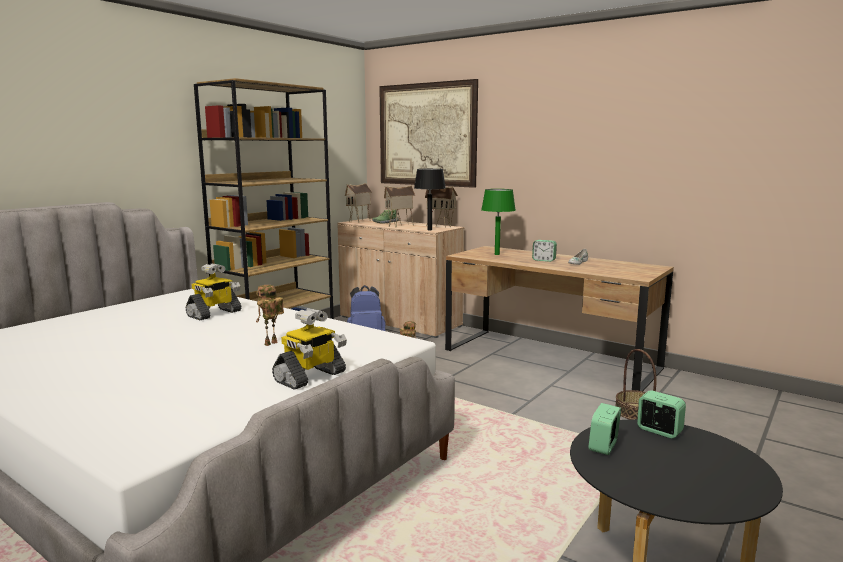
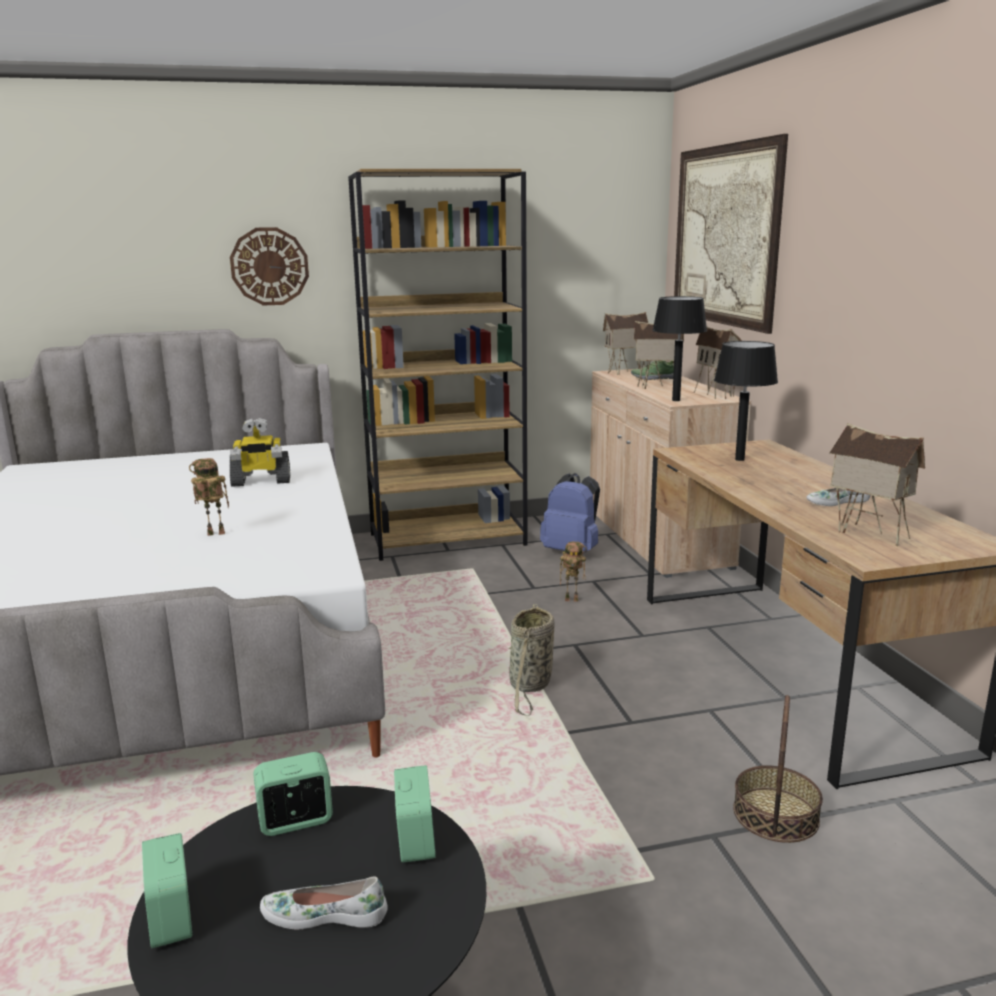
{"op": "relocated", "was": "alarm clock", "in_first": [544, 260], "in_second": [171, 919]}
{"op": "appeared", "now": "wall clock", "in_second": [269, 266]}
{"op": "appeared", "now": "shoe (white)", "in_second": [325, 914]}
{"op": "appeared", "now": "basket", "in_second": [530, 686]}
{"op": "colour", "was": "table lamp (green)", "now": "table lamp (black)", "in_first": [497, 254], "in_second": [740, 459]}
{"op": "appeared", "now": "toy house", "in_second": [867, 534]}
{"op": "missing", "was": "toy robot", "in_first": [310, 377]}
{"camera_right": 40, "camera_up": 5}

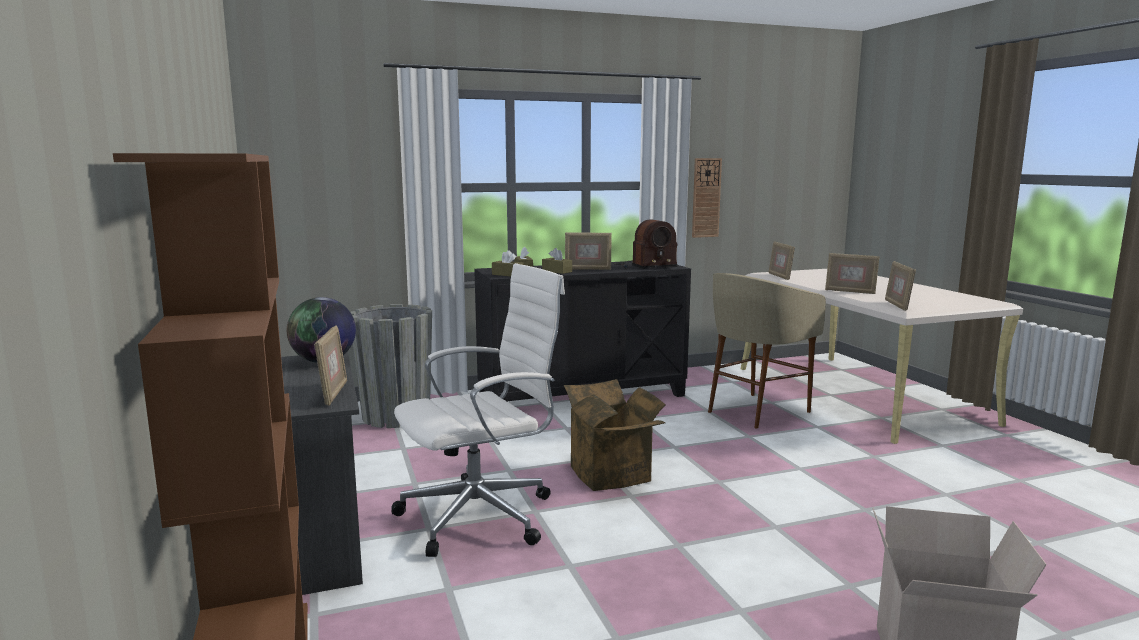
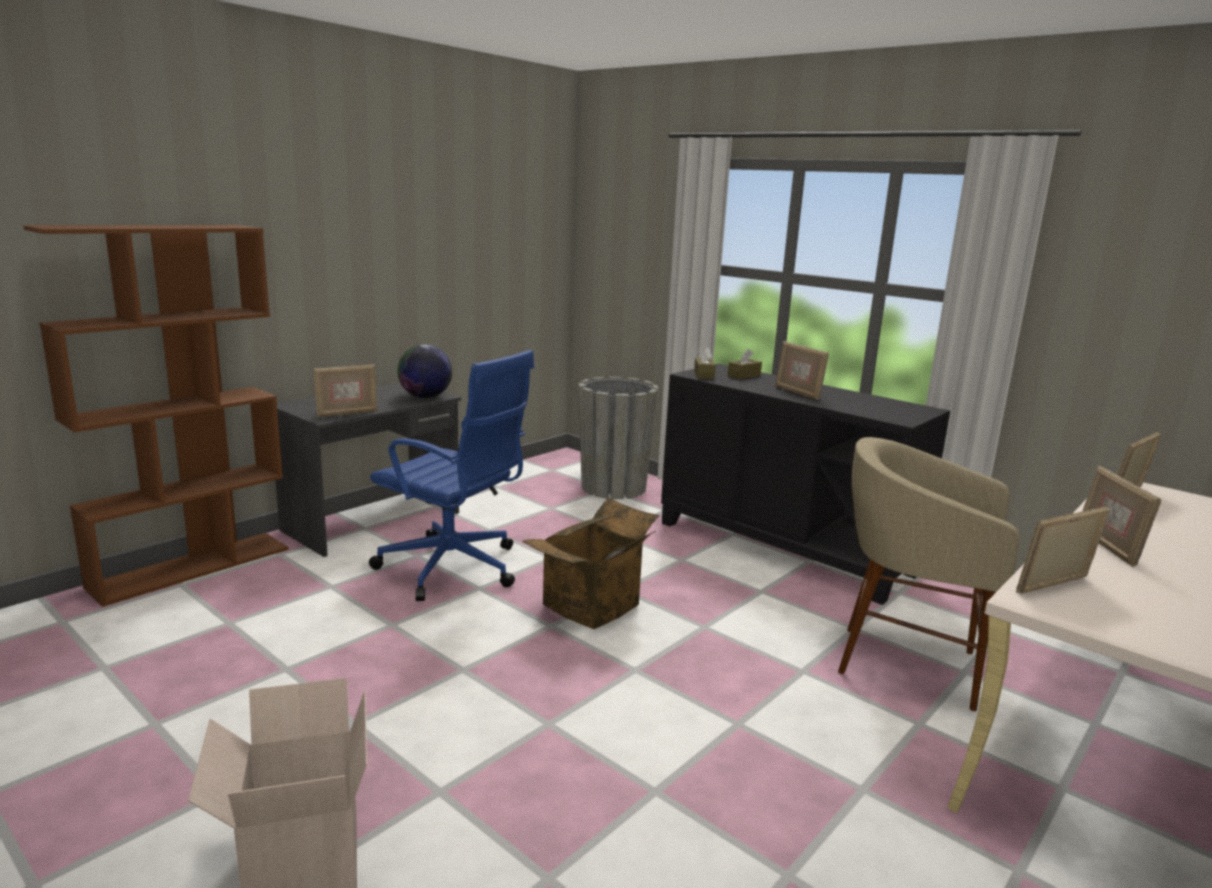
{"op": "colour", "was": "office chair (white)", "now": "office chair (blue)", "in_first": [482, 515], "in_second": [453, 569]}
{"op": "missing", "was": "tissue box (brown)", "in_first": [557, 271]}
{"op": "missing", "was": "radio", "in_first": [644, 266]}
{"op": "missing", "was": "wall clock", "in_first": [706, 198]}
{"camera_right": 60, "camera_up": 5}

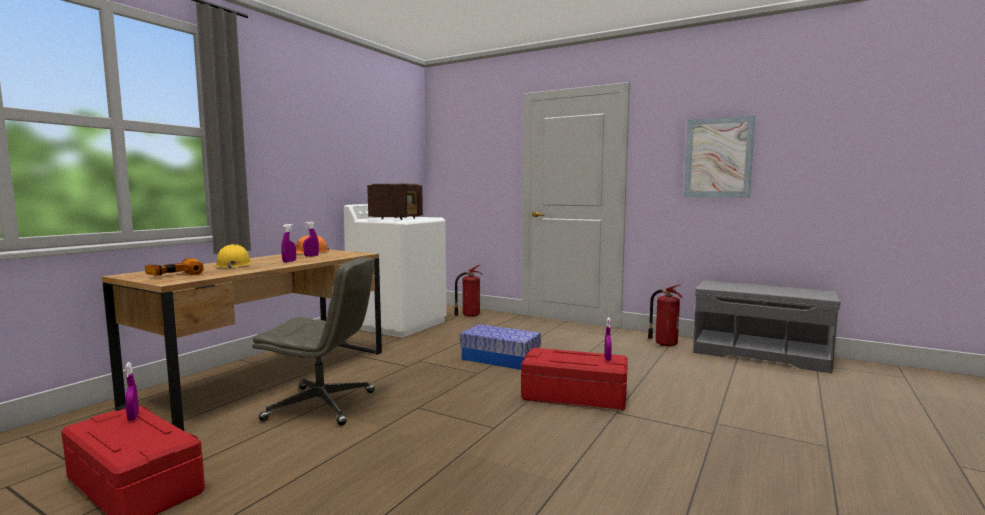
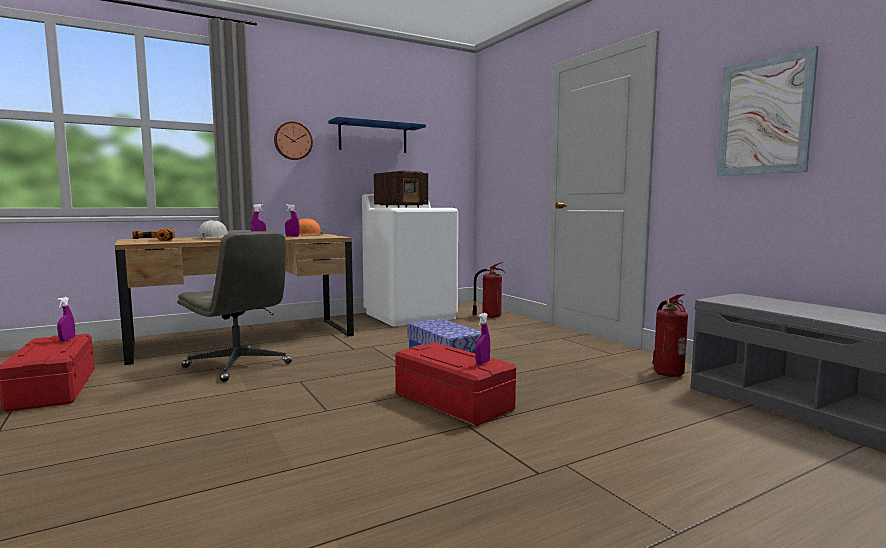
{"op": "colour", "was": "hard hat (yellow)", "now": "hard hat (white)", "in_first": [233, 265], "in_second": [214, 238]}
{"op": "appeared", "now": "wall clock", "in_second": [293, 141]}
{"op": "appeared", "now": "shelf (blue)", "in_second": [373, 137]}
{"camera_right": 30, "camera_up": 0}

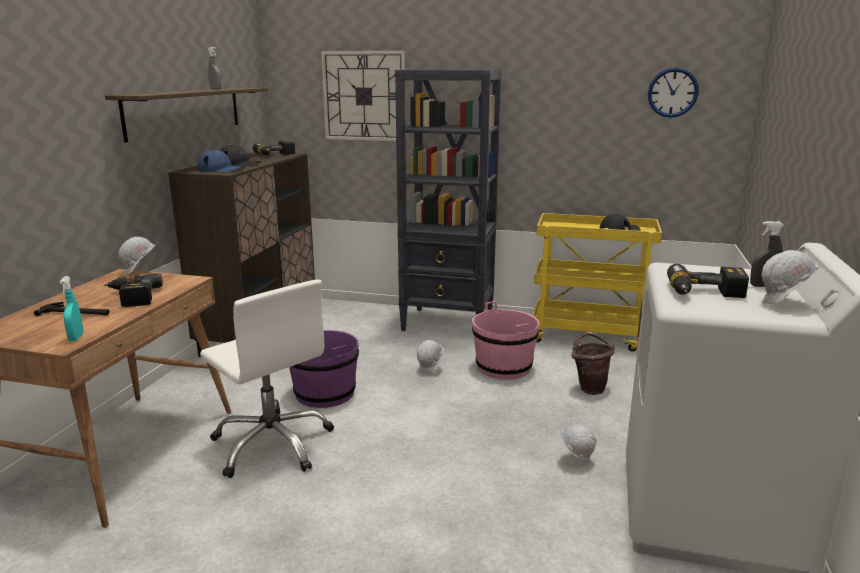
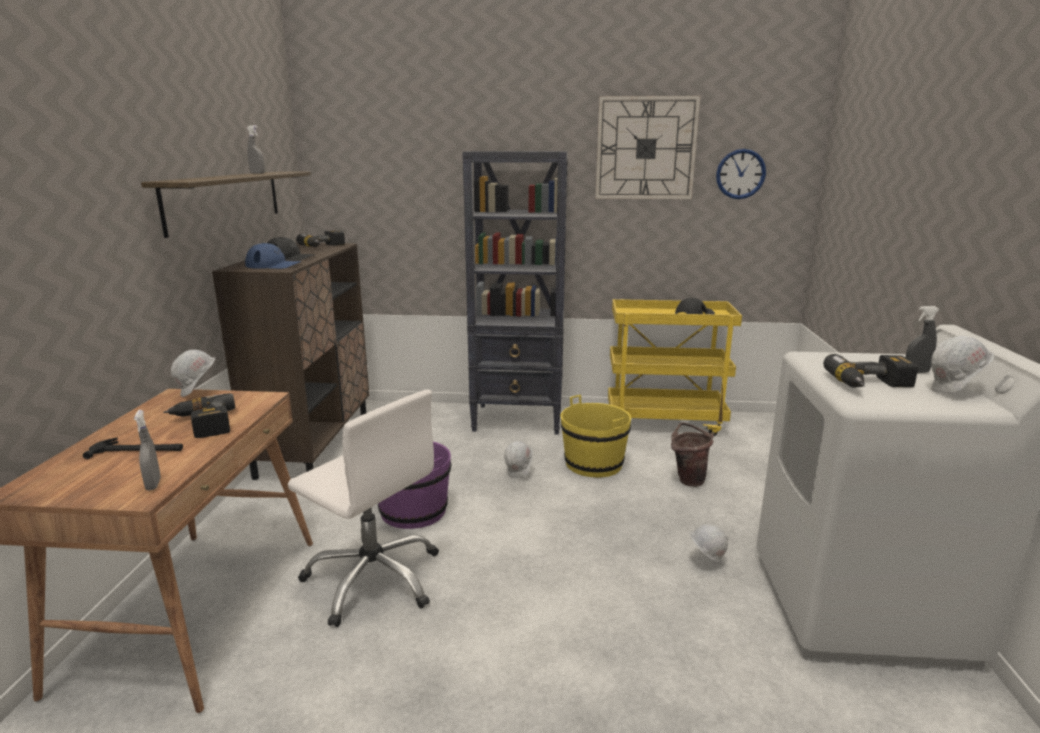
{"op": "colour", "was": "spray bottle (turquoise)", "now": "spray bottle (grey)", "in_first": [76, 337], "in_second": [153, 484]}
{"op": "colour", "was": "bucket (pink)", "now": "bucket (yellow)", "in_first": [503, 367], "in_second": [593, 464]}
{"op": "relocated", "was": "wall clock", "in_first": [364, 96], "in_second": [645, 148]}
{"camera_right": -10, "camera_up": 0}

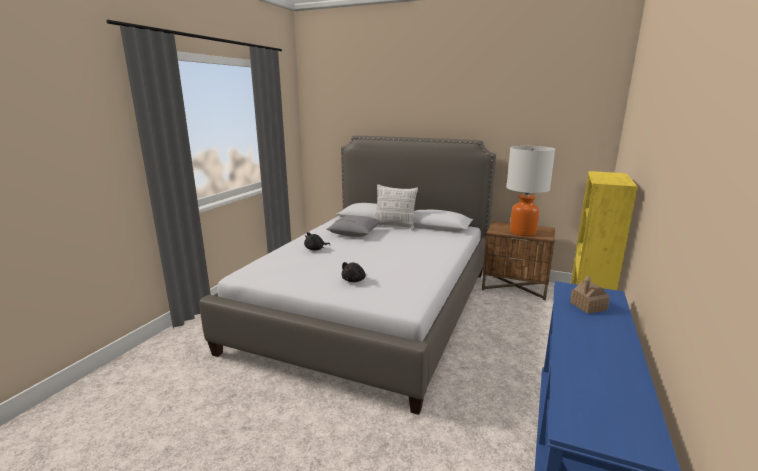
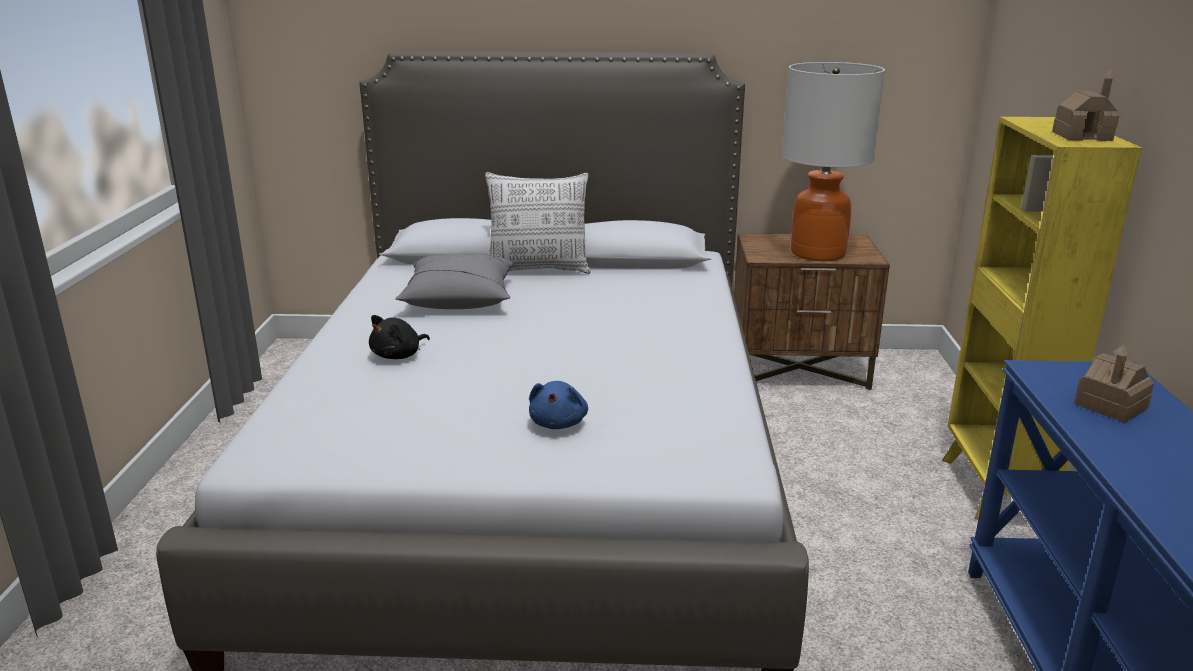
{"op": "colour", "was": "plush toy (black)", "now": "plush toy (blue)", "in_first": [354, 280], "in_second": [559, 423]}
{"op": "appeared", "now": "toy house", "in_second": [1082, 136]}
{"camera_right": -20, "camera_up": 5}

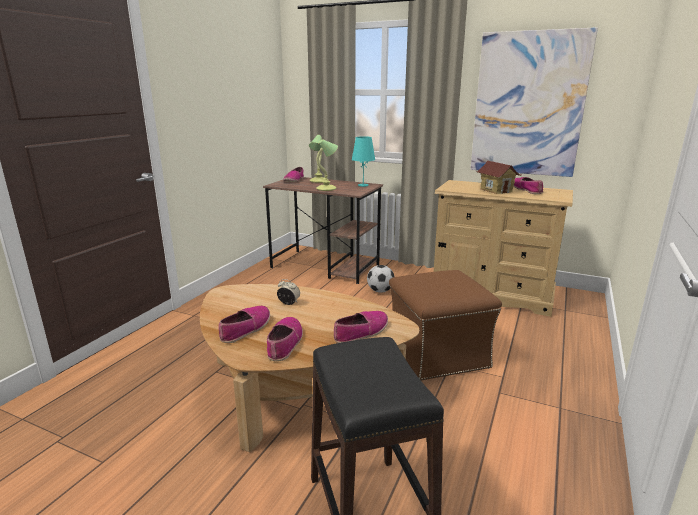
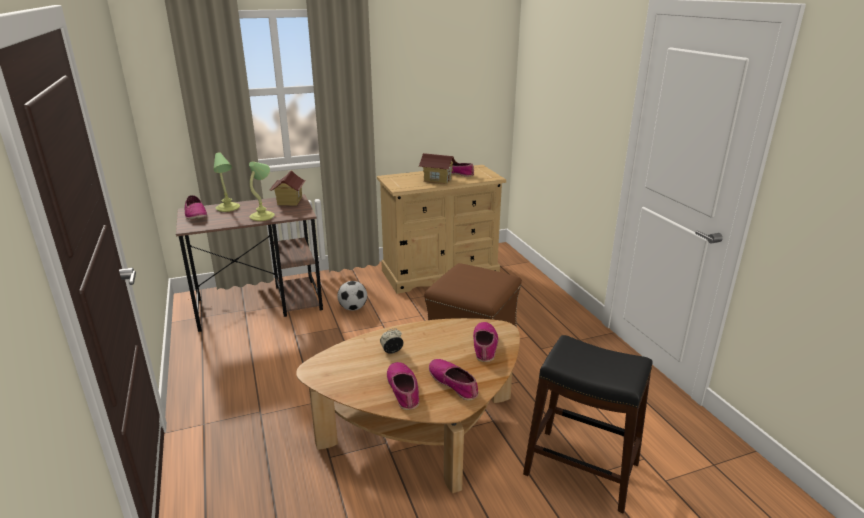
{"op": "exchanged", "was": "table lamp (turquoise)", "now": "toy house", "in_first": [363, 185], "in_second": [289, 201]}
{"op": "missing", "was": "picture", "in_first": [528, 105]}
{"camera_right": -45, "camera_up": 5}

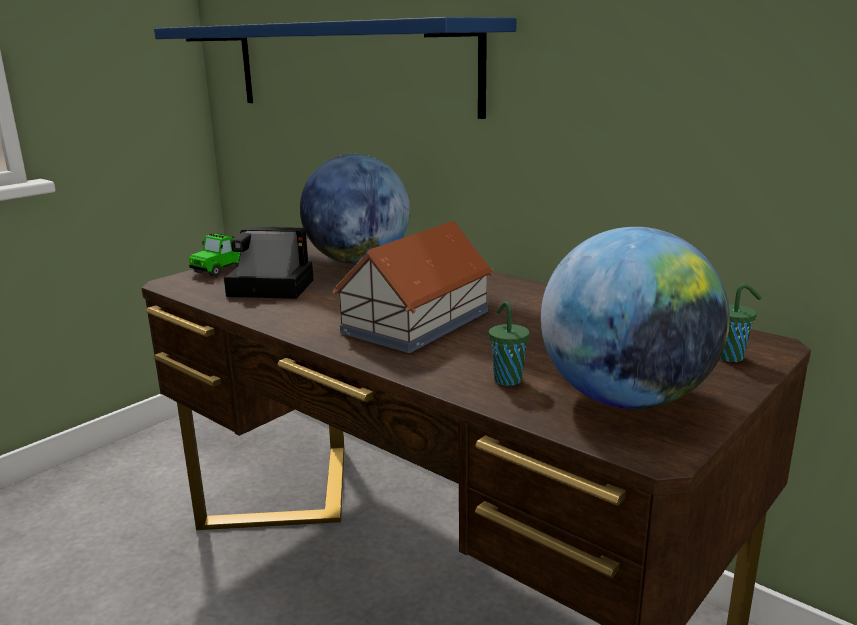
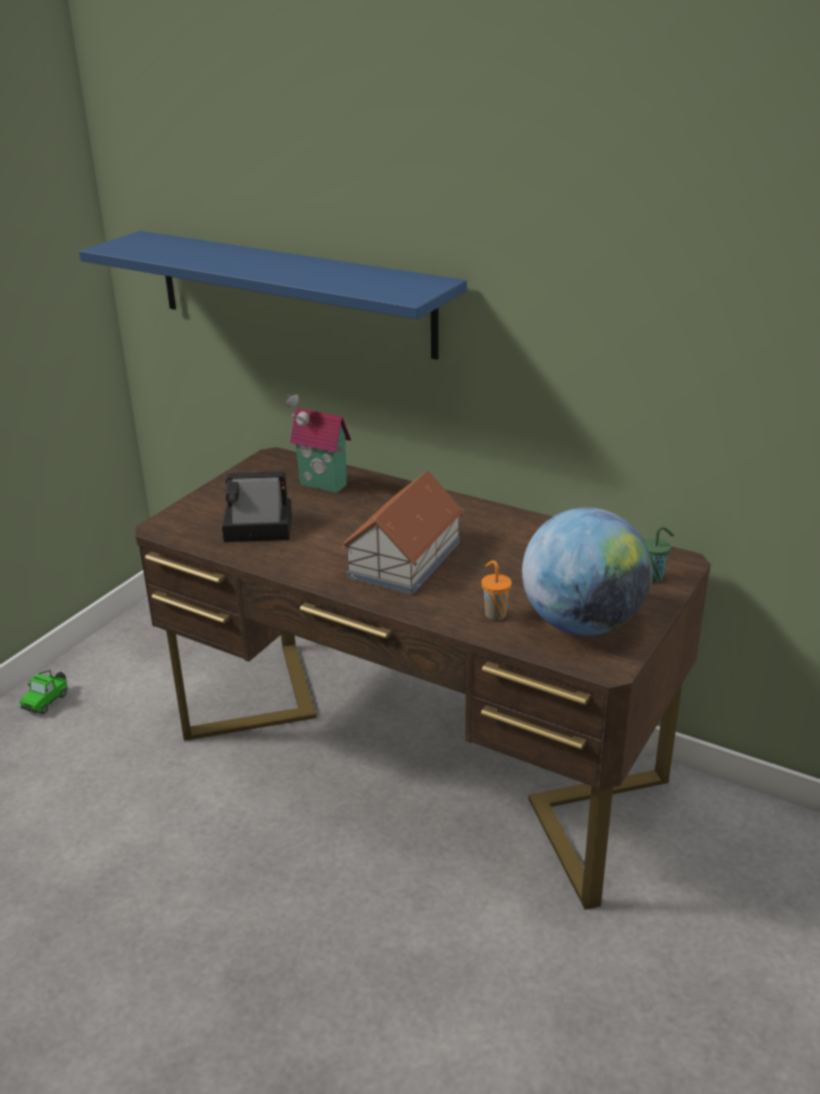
{"op": "relocated", "was": "toy car", "in_first": [223, 269], "in_second": [47, 701]}
{"op": "exchanged", "was": "globe", "now": "toy house", "in_first": [357, 262], "in_second": [321, 486]}
{"op": "colour", "was": "cup (green)", "now": "cup (orange)", "in_first": [507, 379], "in_second": [494, 614]}
{"camera_right": -10, "camera_up": 10}

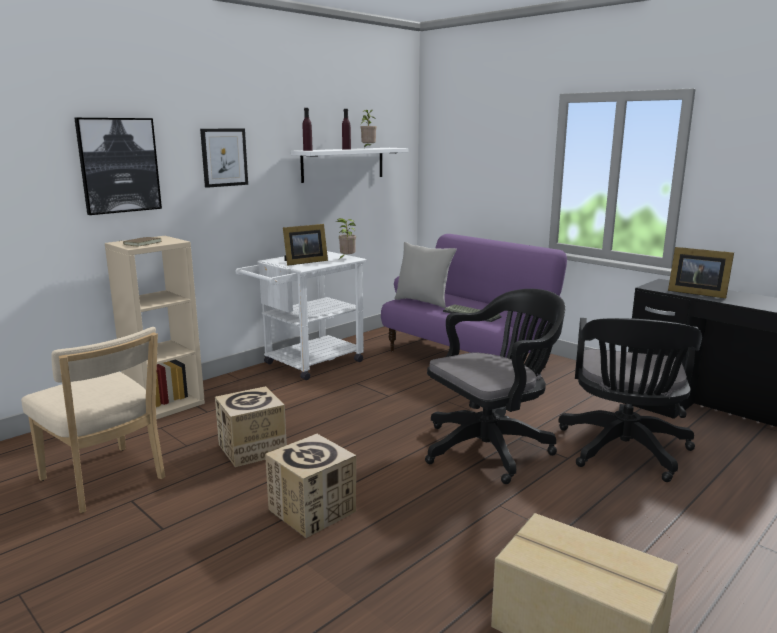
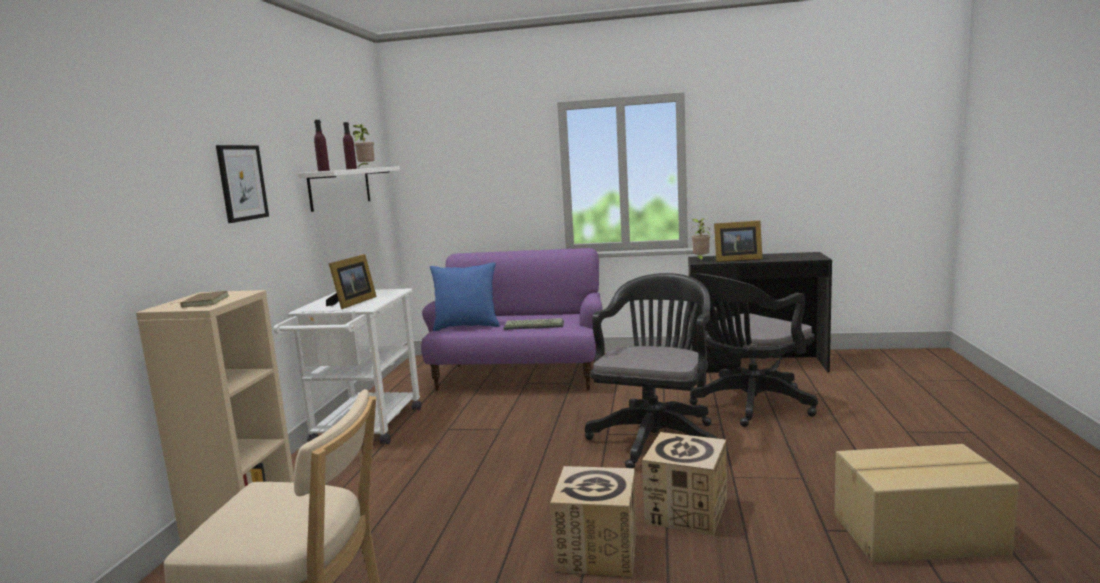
{"op": "colour", "was": "pillow (grey)", "now": "pillow (blue)", "in_first": [423, 301], "in_second": [467, 326]}
{"op": "relocated", "was": "cardboard box", "in_first": [252, 449], "in_second": [686, 512]}
{"op": "spun", "was": "office chair (black)", "in_first": [624, 452], "in_second": [748, 405], "clockwise": 75}
{"op": "relocated", "was": "potted plant", "in_first": [346, 259], "in_second": [701, 260]}
{"op": "missing", "was": "picture", "in_first": [119, 165]}
{"camera_right": -35, "camera_up": -5}

